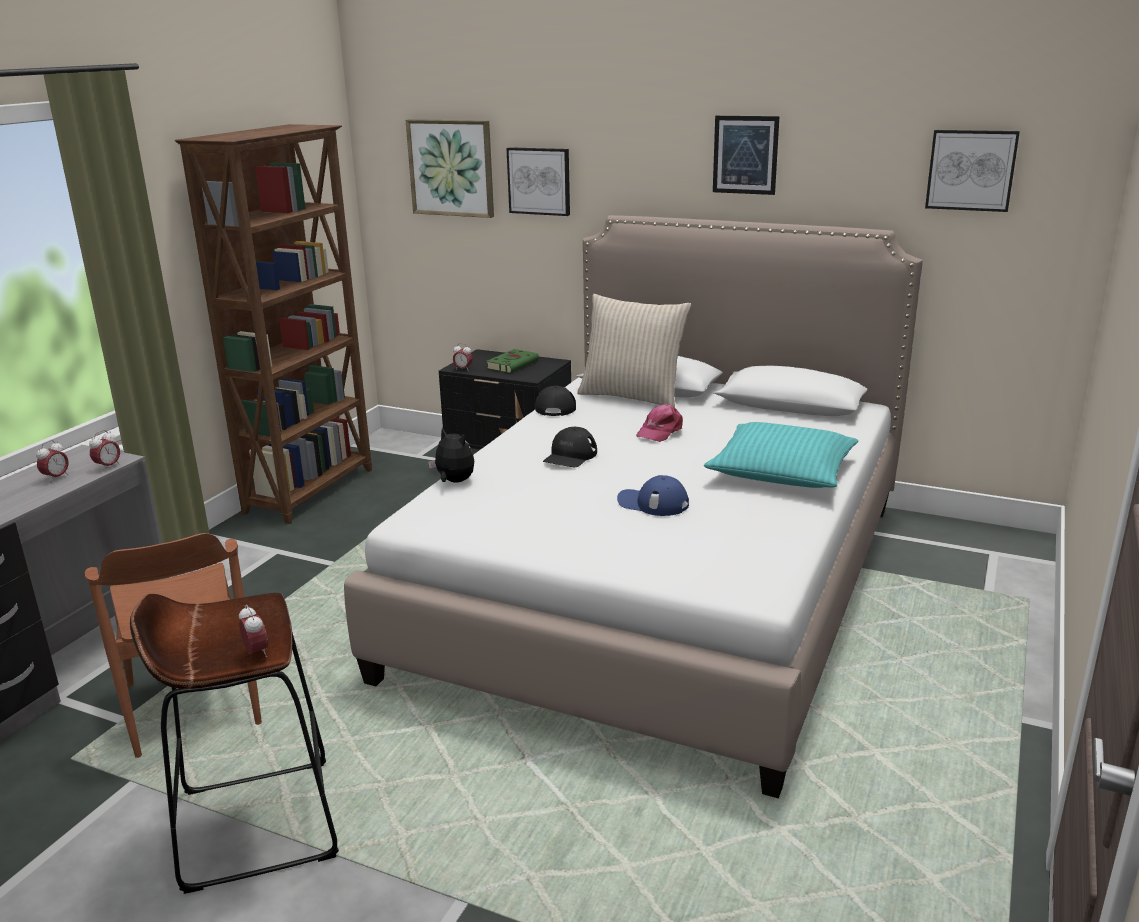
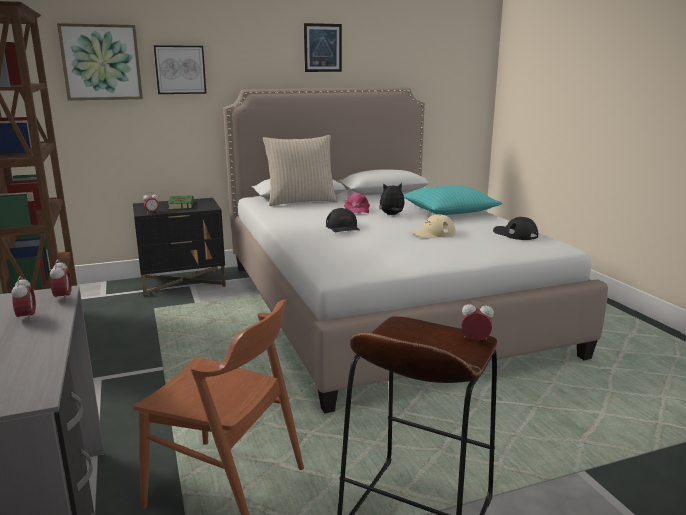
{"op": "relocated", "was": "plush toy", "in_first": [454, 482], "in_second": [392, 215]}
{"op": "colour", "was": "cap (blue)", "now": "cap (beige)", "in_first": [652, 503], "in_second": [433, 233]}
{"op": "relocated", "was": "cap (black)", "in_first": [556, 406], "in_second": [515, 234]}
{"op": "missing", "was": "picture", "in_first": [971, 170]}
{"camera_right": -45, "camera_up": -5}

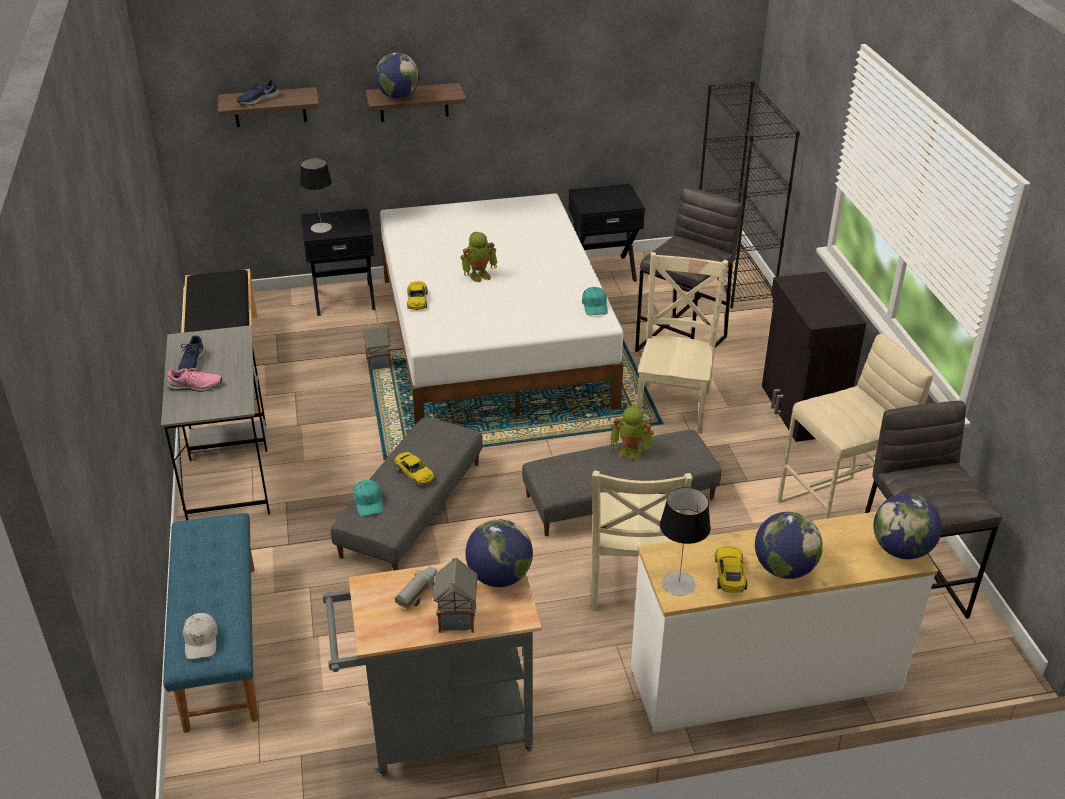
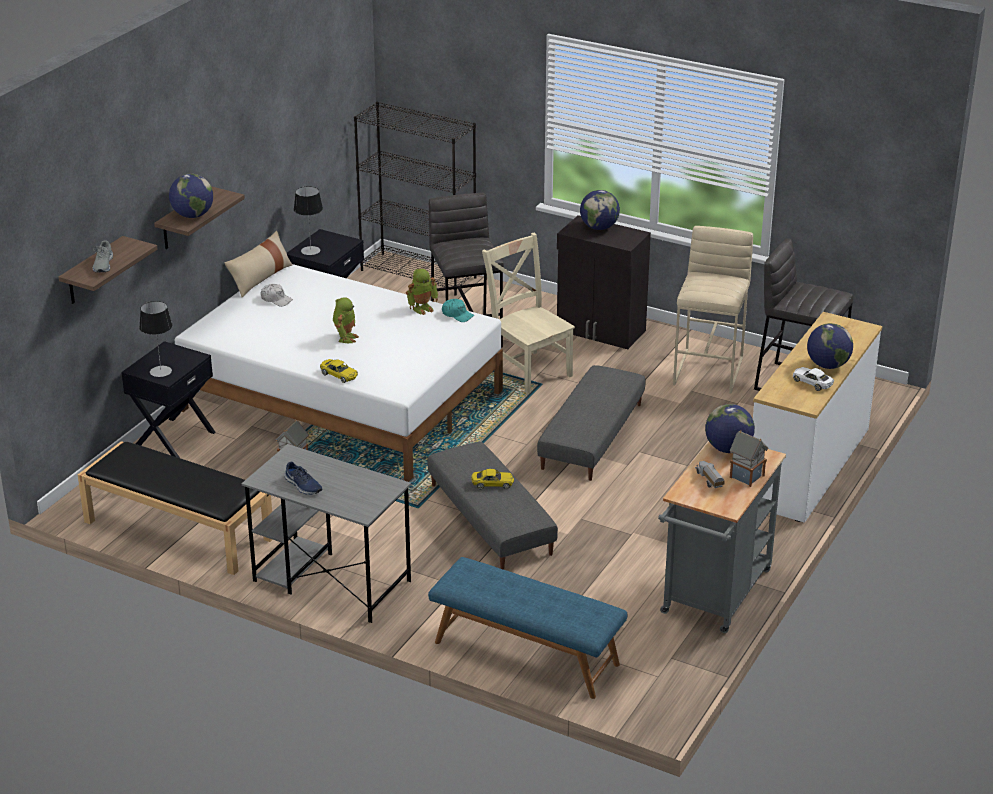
{"op": "colour", "was": "shoe (blue)", "now": "shoe (grey)", "in_first": [257, 100], "in_second": [103, 265]}
{"op": "appeared", "now": "pillow (beige)", "in_second": [260, 278]}
{"op": "relocated", "was": "cap (white)", "in_first": [201, 640], "in_second": [276, 299]}
{"op": "relocated", "was": "table lamp", "in_first": [679, 584], "in_second": [310, 250]}
{"op": "relocated", "was": "toy robot", "in_first": [631, 451], "in_second": [422, 308]}
{"op": "relocated", "was": "globe", "in_first": [901, 550], "in_second": [599, 227]}
{"op": "colour", "was": "toy car (yellow)", "now": "toy car (white)", "in_first": [729, 575], "in_second": [812, 382]}
{"op": "missing", "was": "shoe (pink)", "in_first": [195, 386]}
{"op": "missing", "was": "cap (turquoise)", "in_first": [368, 502]}
{"op": "missing", "was": "chair (beige)", "in_first": [630, 584]}
{"camera_right": -50, "camera_up": -5}

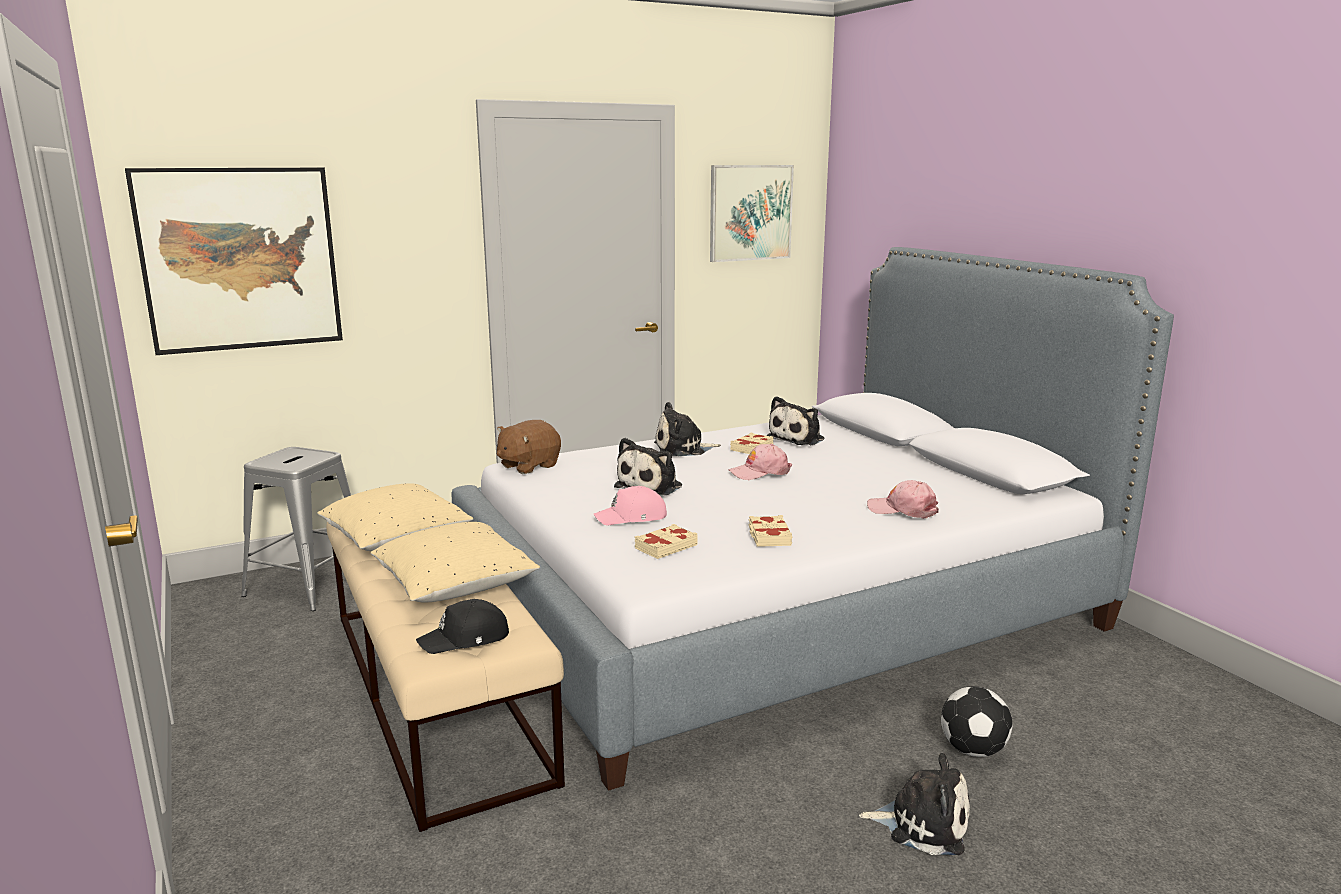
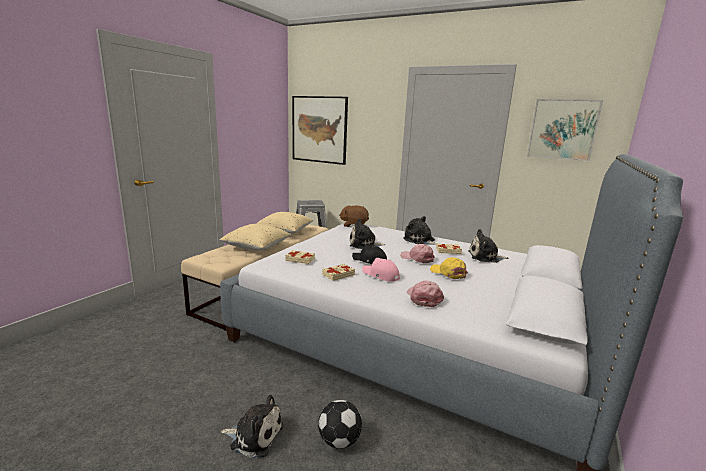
{"op": "spun", "was": "plush toy", "in_first": [922, 823], "in_second": [254, 435], "clockwise": -60}
{"op": "relocated", "was": "cap (black)", "in_first": [466, 639], "in_second": [369, 261]}
{"op": "relocated", "was": "cap (pink)", "in_first": [632, 518], "in_second": [380, 275]}
{"op": "appeared", "now": "cap (yellow)", "in_second": [448, 273]}
{"camera_right": 55, "camera_up": 0}

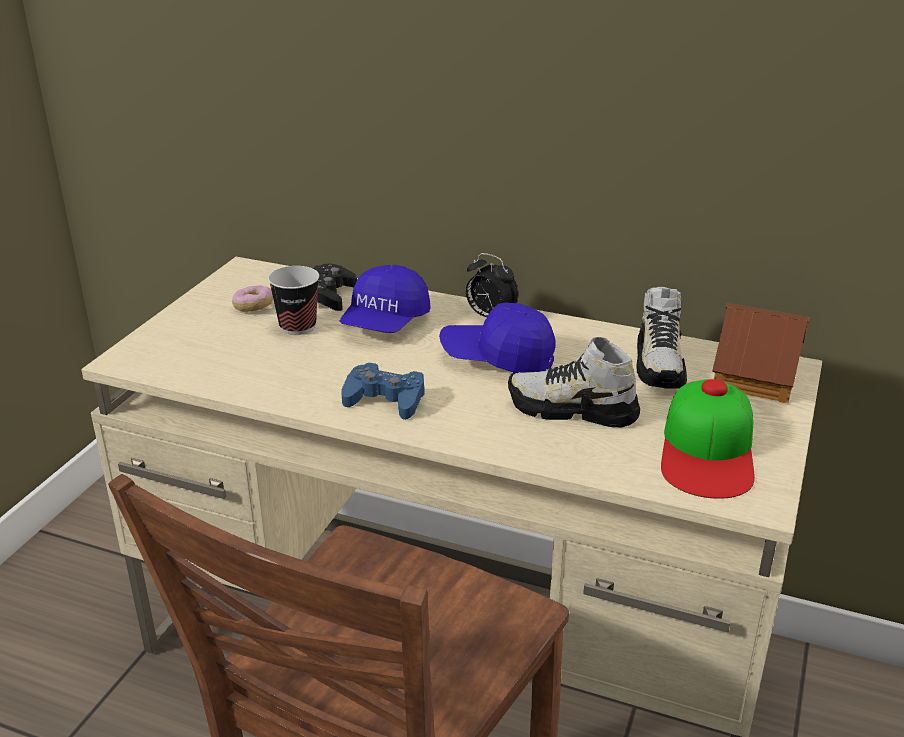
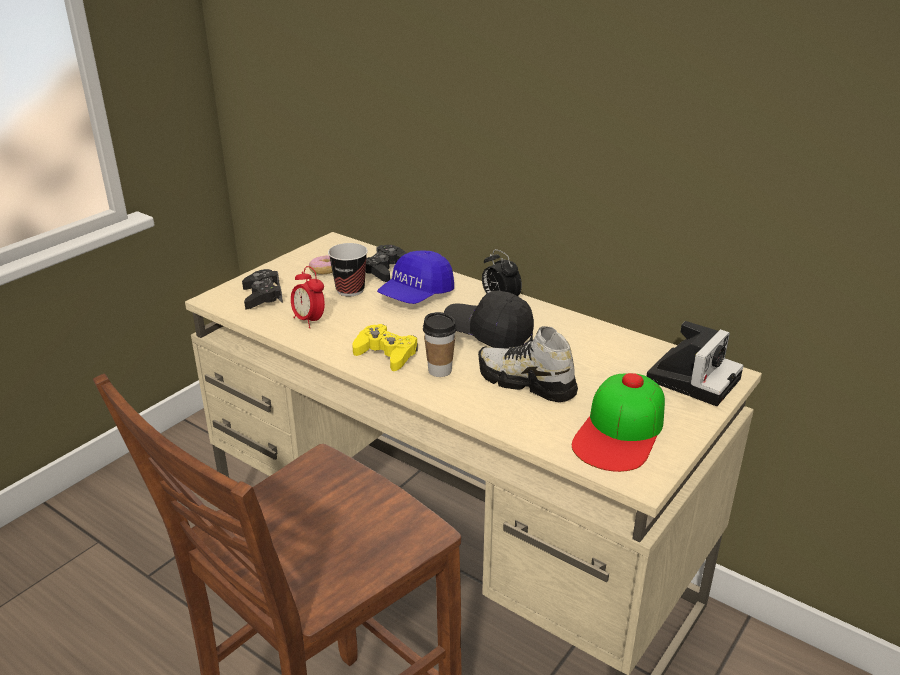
{"op": "appeared", "now": "game controller (black)", "in_second": [262, 296]}
{"op": "appeared", "now": "alarm clock", "in_second": [309, 321]}
{"op": "colour", "was": "game controller (blue)", "now": "game controller (yellow)", "in_first": [385, 399], "in_second": [386, 354]}
{"op": "appeared", "now": "cup", "in_second": [440, 370]}
{"op": "colour", "was": "cap (blue)", "now": "cap (black)", "in_first": [498, 358], "in_second": [489, 334]}
{"op": "exchanged", "was": "toy house", "now": "photo camera", "in_first": [754, 376], "in_second": [693, 377]}
{"op": "missing", "was": "shoe", "in_first": [659, 365]}
{"camera_right": 15, "camera_up": 0}

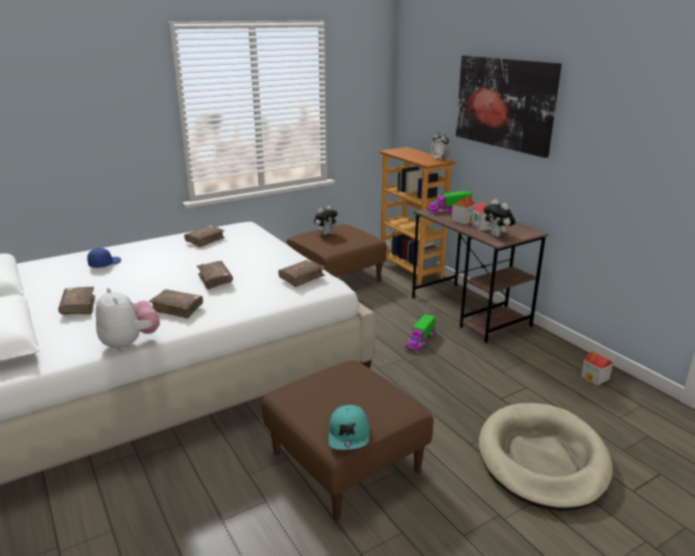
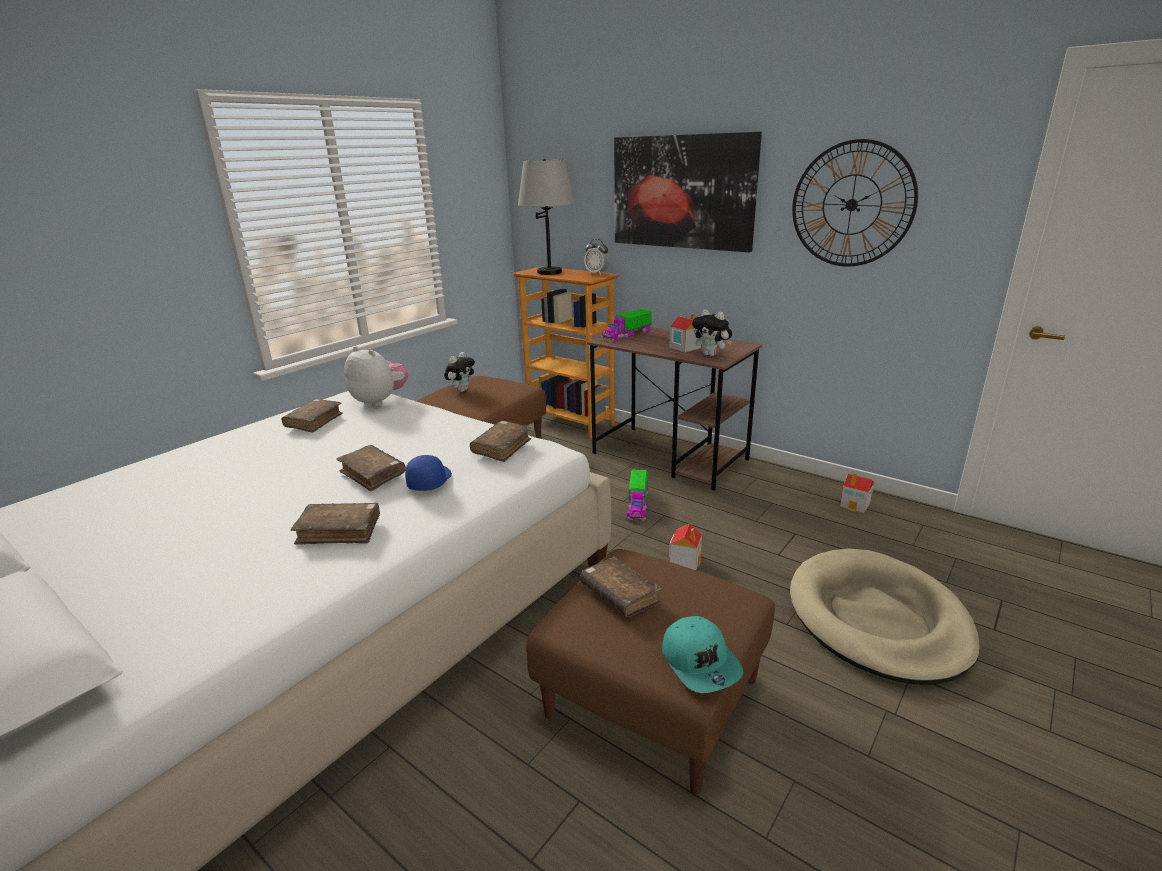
{"op": "relocated", "was": "plush toy", "in_first": [130, 343], "in_second": [380, 401]}
{"op": "relocated", "was": "cap (blue)", "in_first": [104, 264], "in_second": [429, 481]}
{"op": "appeared", "now": "table lamp (grey)", "in_second": [549, 272]}
{"op": "relocated", "was": "book (brown)", "in_first": [78, 306], "in_second": [619, 595]}
{"op": "relocated", "was": "toy house", "in_first": [463, 220], "in_second": [685, 560]}
{"op": "appeared", "now": "wall clock", "in_second": [851, 205]}
{"camera_right": -20, "camera_up": 0}

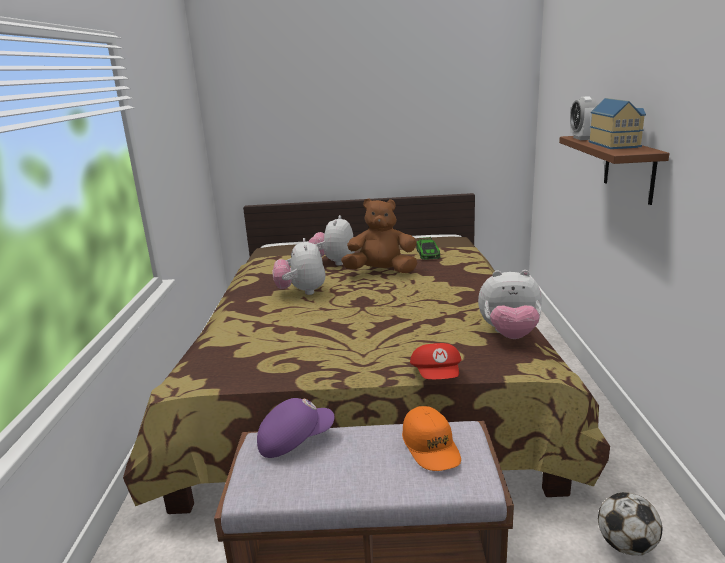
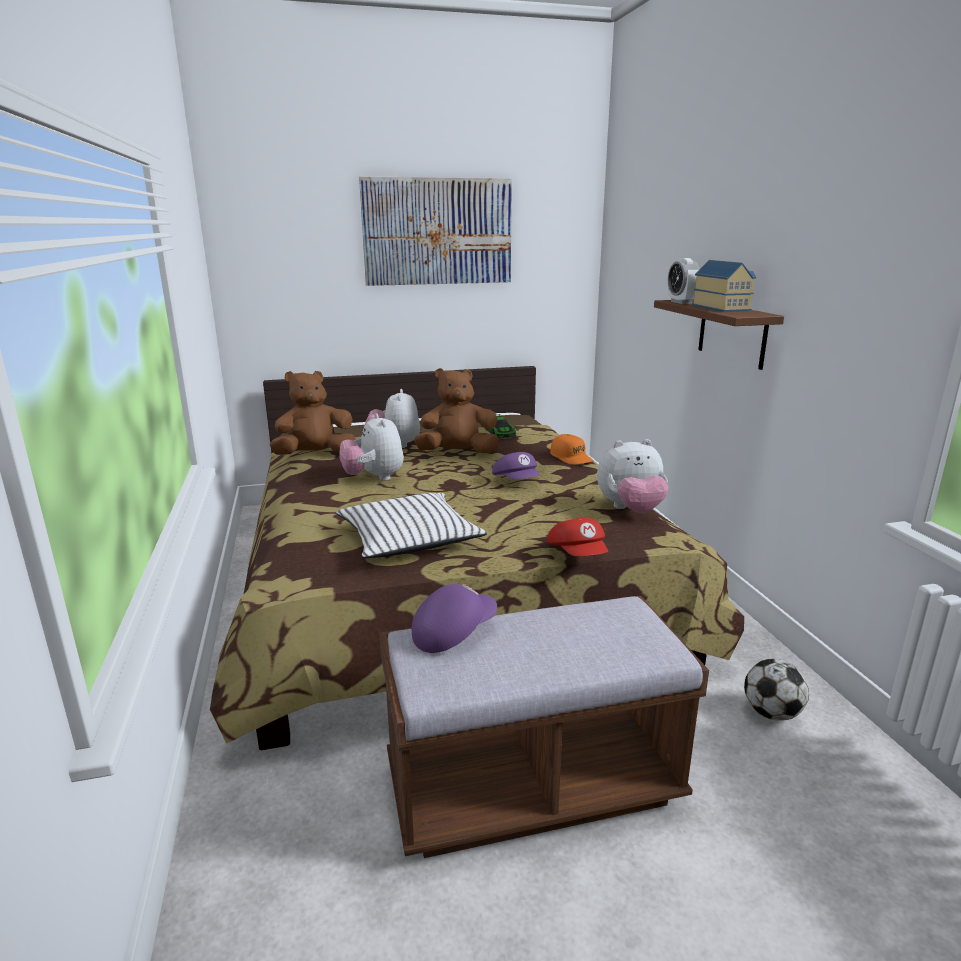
{"op": "appeared", "now": "plush toy (brown)", "in_second": [315, 455]}
{"op": "appeared", "now": "pillow (white)", "in_second": [408, 538]}
{"op": "appeared", "now": "picture", "in_second": [438, 232]}
{"op": "appeared", "now": "cap (purple)", "in_second": [517, 481]}
{"op": "relocated", "was": "cap (orange)", "in_first": [431, 447], "in_second": [571, 457]}
{"camera_right": -15, "camera_up": 0}

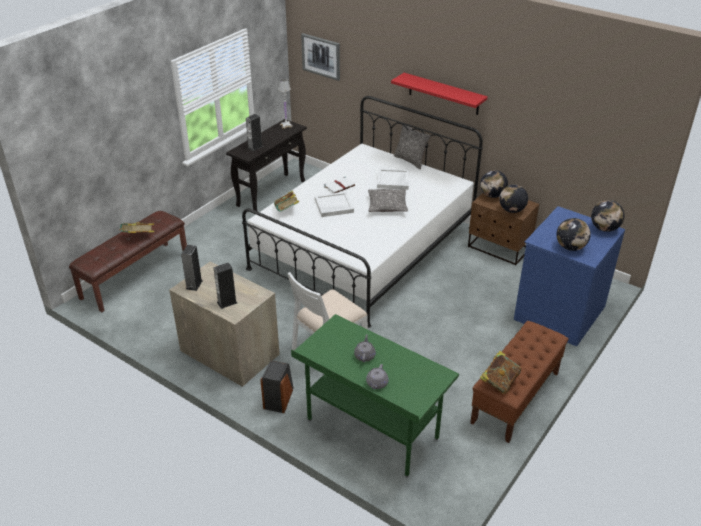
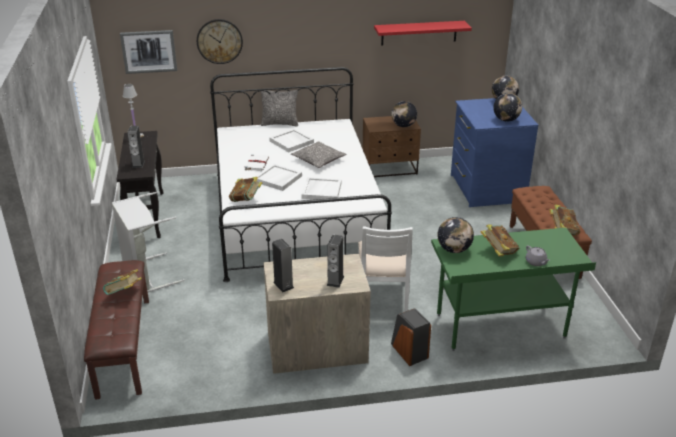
{"op": "appeared", "now": "laundry basket (grey)", "in_second": [146, 276]}
{"op": "appeared", "now": "wall clock", "in_second": [219, 41]}
{"op": "appeared", "now": "tray (white)", "in_second": [321, 190]}
{"op": "relocated", "was": "shelf (red)", "in_first": [443, 94], "in_second": [419, 33]}
{"op": "relocated", "was": "globe", "in_first": [492, 195], "in_second": [454, 250]}
{"op": "exchanged", "was": "teapot (grey)", "now": "book", "in_first": [364, 355], "in_second": [498, 251]}
{"camera_right": -45, "camera_up": -5}

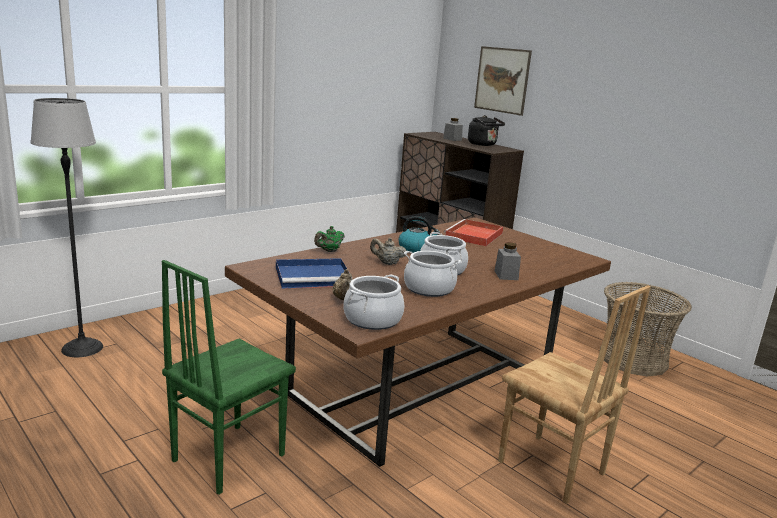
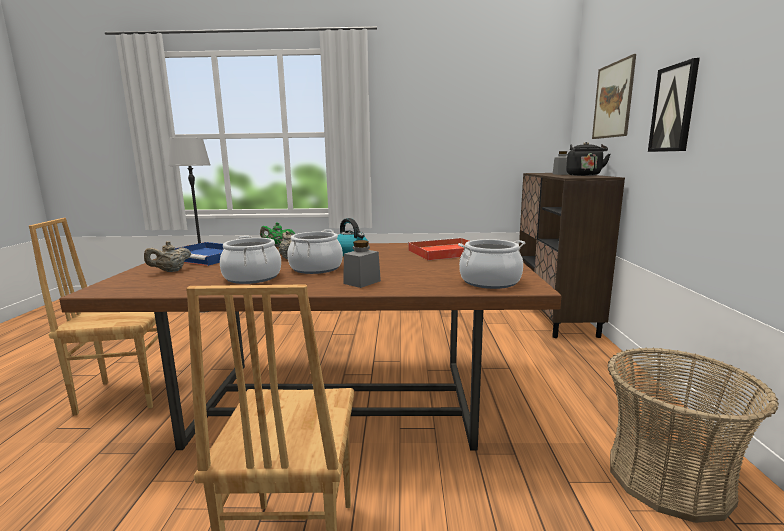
{"op": "colour", "was": "chair (green)", "now": "chair (brown)", "in_first": [227, 457], "in_second": [126, 394]}
{"op": "relocated", "was": "cooking pot", "in_first": [372, 319], "in_second": [489, 281]}
{"op": "appeared", "now": "picture", "in_second": [674, 108]}
{"camera_right": 45, "camera_up": -5}

